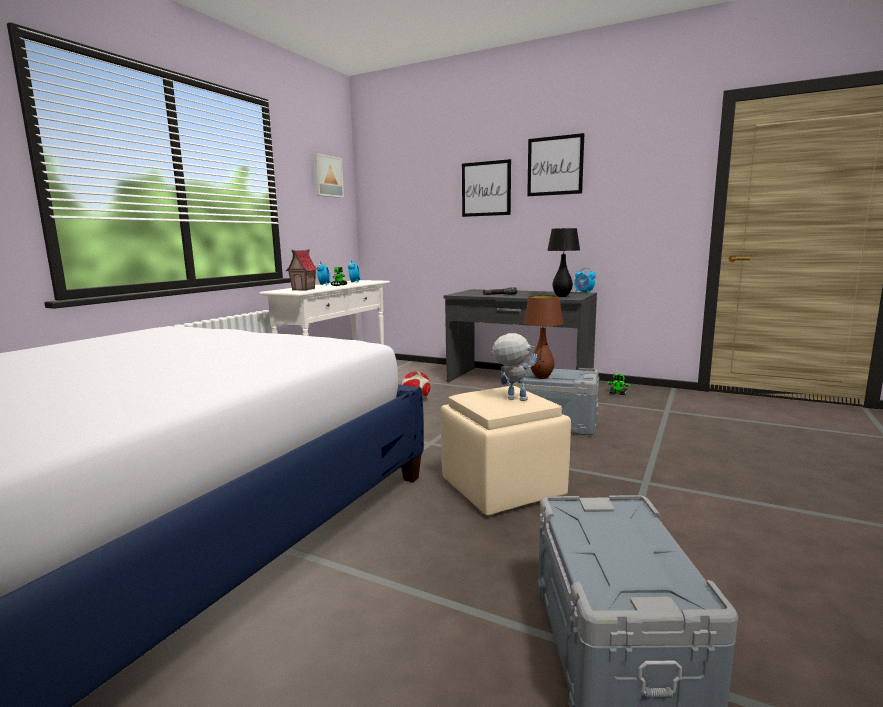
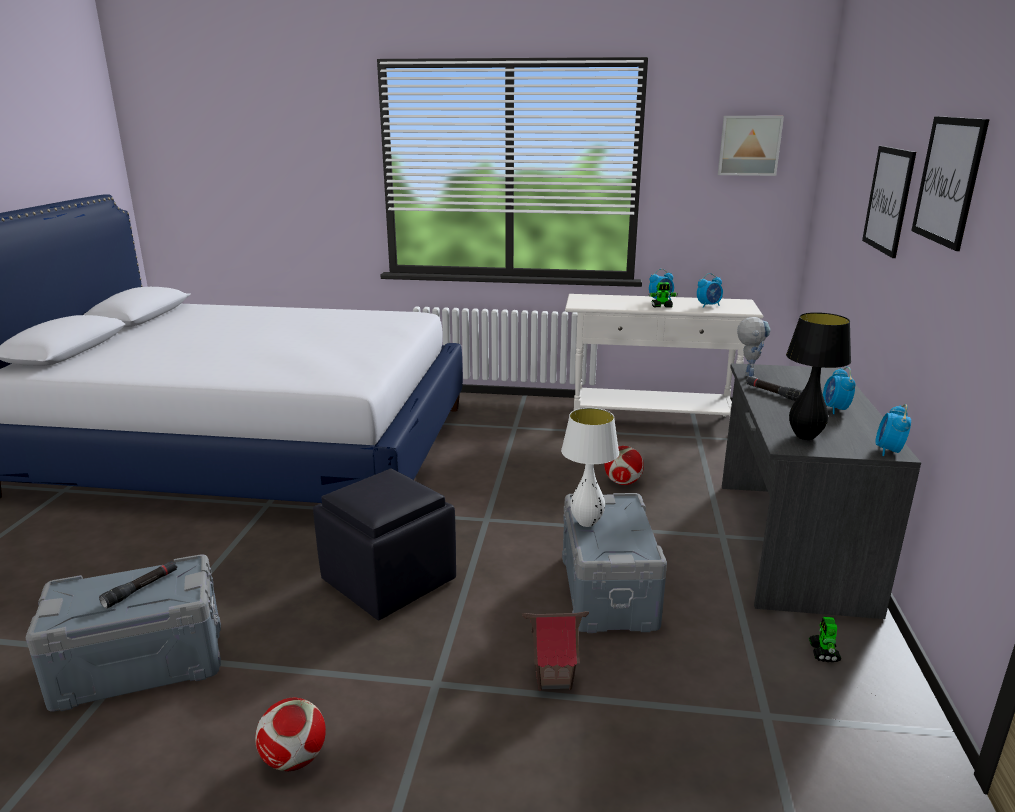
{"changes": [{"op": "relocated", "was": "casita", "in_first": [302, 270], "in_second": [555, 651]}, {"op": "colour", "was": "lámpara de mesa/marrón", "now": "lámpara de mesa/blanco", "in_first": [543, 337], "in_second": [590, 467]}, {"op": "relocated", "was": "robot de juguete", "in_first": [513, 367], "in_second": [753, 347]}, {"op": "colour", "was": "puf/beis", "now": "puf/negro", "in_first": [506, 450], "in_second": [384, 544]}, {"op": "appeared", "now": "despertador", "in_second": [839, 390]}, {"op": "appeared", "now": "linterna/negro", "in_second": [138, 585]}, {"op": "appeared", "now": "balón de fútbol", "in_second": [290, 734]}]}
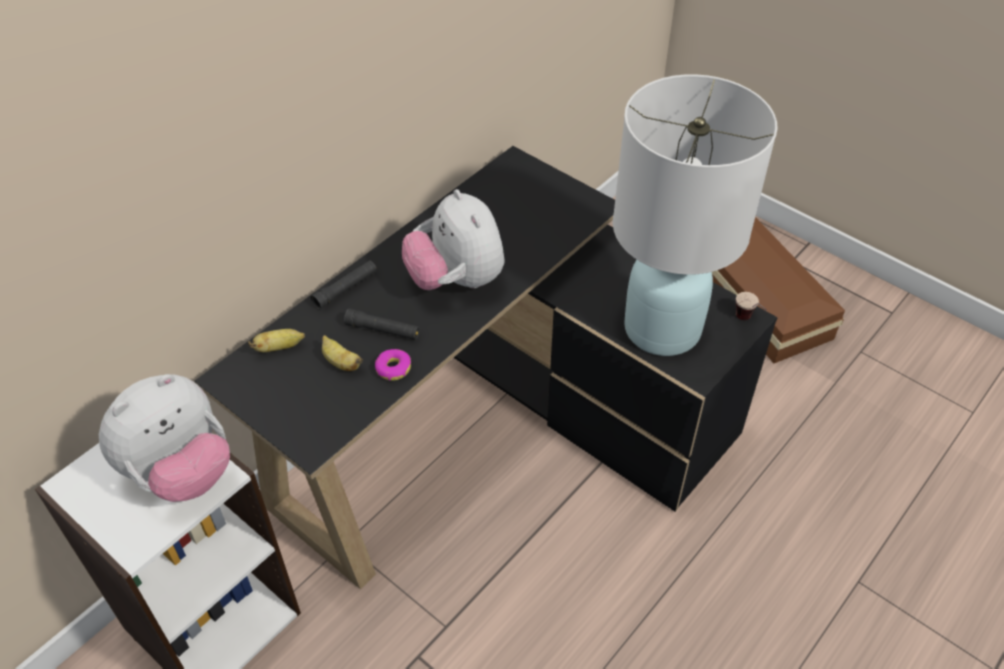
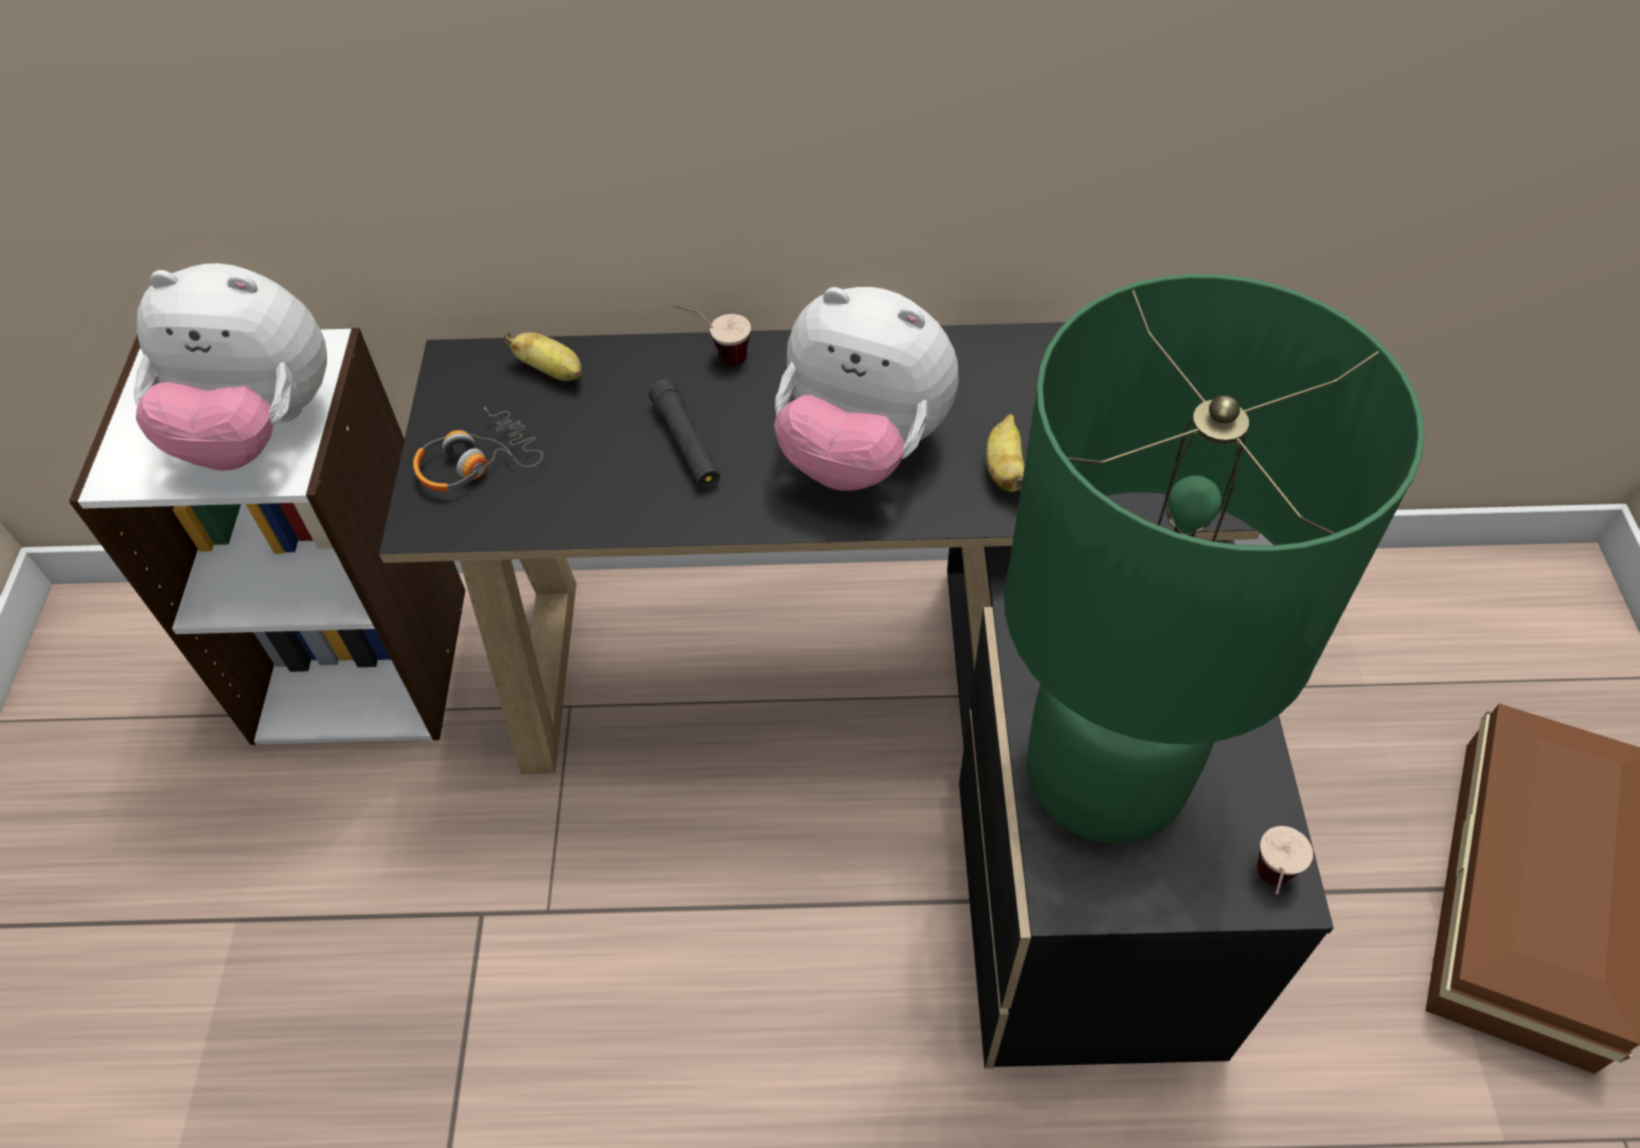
{"changes": [{"op": "colour", "was": "lámpara de mesa/blanco", "now": "lámpara de mesa/verde", "in_first": [695, 215], "in_second": [1214, 559]}, {"op": "spun", "was": "peluche", "in_first": [453, 239], "in_second": [866, 389], "clockwise": -90}, {"op": "exchanged", "was": "linterna/negro", "now": "taza", "in_first": [344, 285], "in_second": [712, 335]}, {"op": "relocated", "was": "plátano", "in_first": [342, 353], "in_second": [1005, 453]}, {"op": "missing", "was": "rosquilla", "in_first": [393, 365]}, {"op": "appeared", "now": "auriculares", "in_second": [478, 449]}]}
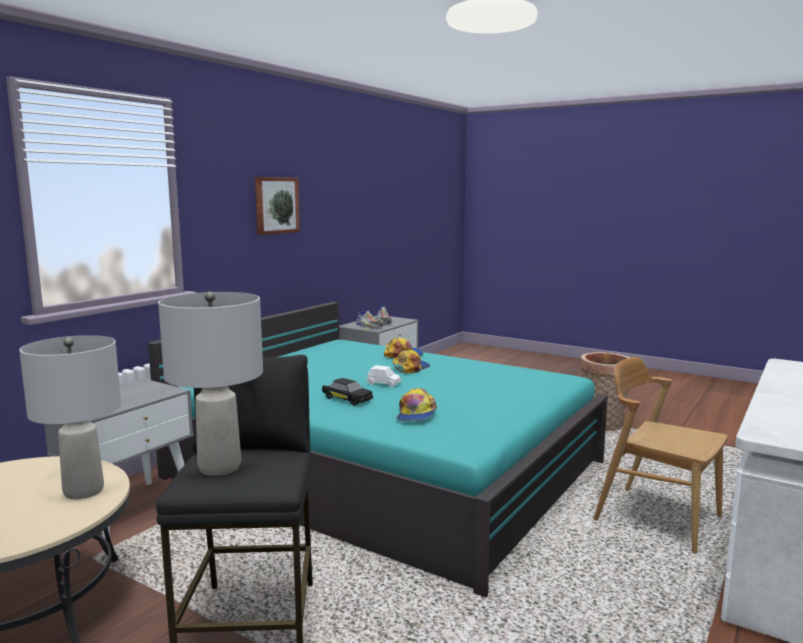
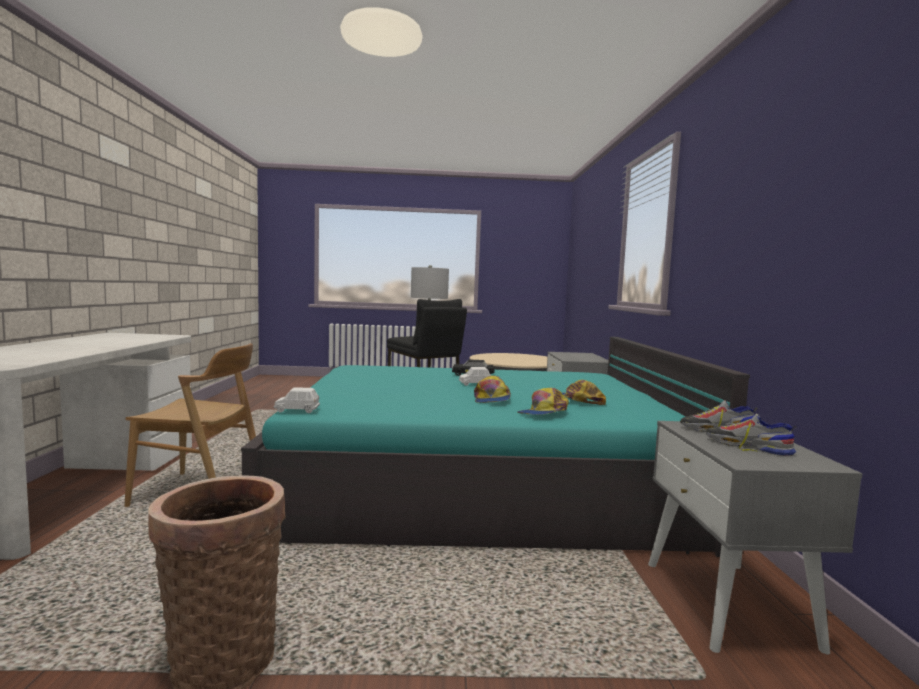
{"changes": [{"op": "missing", "was": "cuadro", "in_first": [277, 206]}, {"op": "missing", "was": "lámpara de mesa/gris", "in_first": [70, 417]}, {"op": "relocated", "was": "gorra", "in_first": [417, 404], "in_second": [583, 392]}, {"op": "appeared", "now": "coche de juguete/blanco", "in_second": [296, 400]}]}
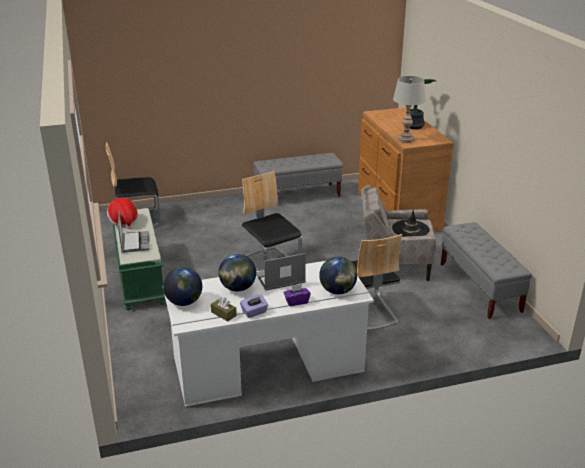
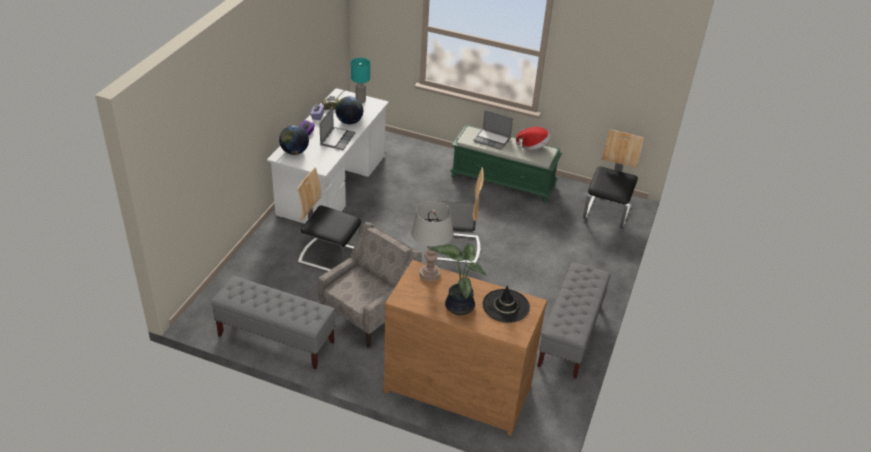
{"changes": [{"op": "relocated", "was": "sombrero/negro", "in_first": [410, 223], "in_second": [506, 304]}, {"op": "exchanged", "was": "globo terráqueo", "now": "lámpara de mesa/turquesa", "in_first": [182, 286], "in_second": [360, 80]}]}
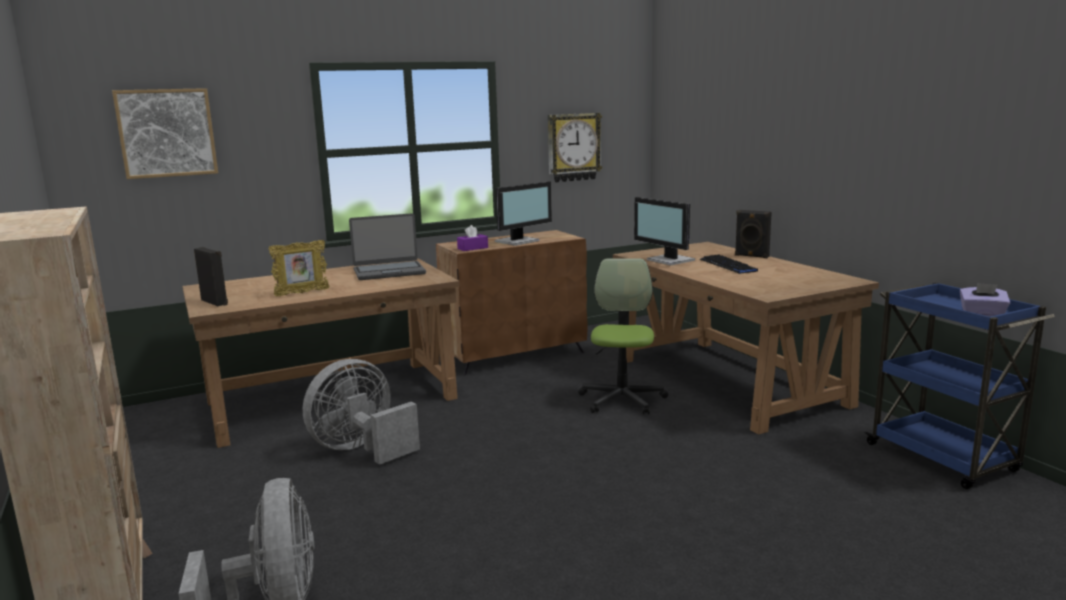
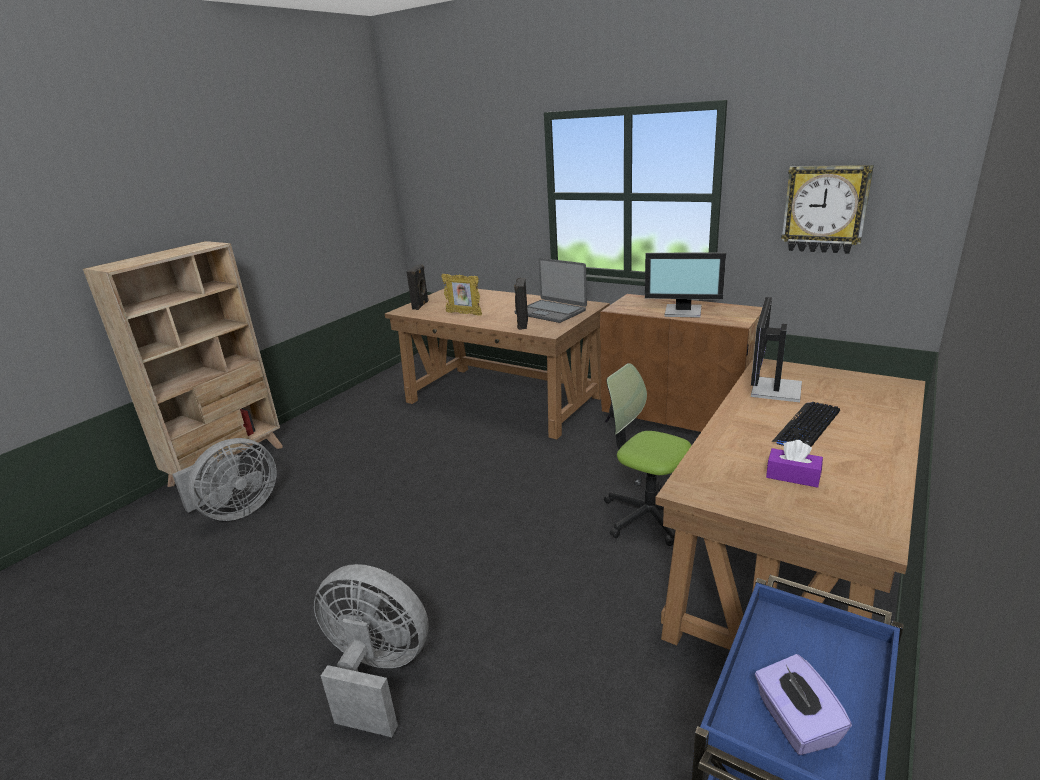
{"changes": [{"op": "missing", "was": "cuadro", "in_first": [165, 133]}, {"op": "relocated", "was": "altavoz/negro", "in_first": [753, 234], "in_second": [521, 304]}, {"op": "relocated", "was": "caja de pañuelos/morado", "in_first": [472, 238], "in_second": [794, 464]}, {"op": "spun", "was": "silla de oficina", "in_first": [623, 336], "in_second": [648, 454], "clockwise": -120}, {"op": "relocated", "was": "ventilador/gris", "in_first": [361, 412], "in_second": [371, 650]}]}
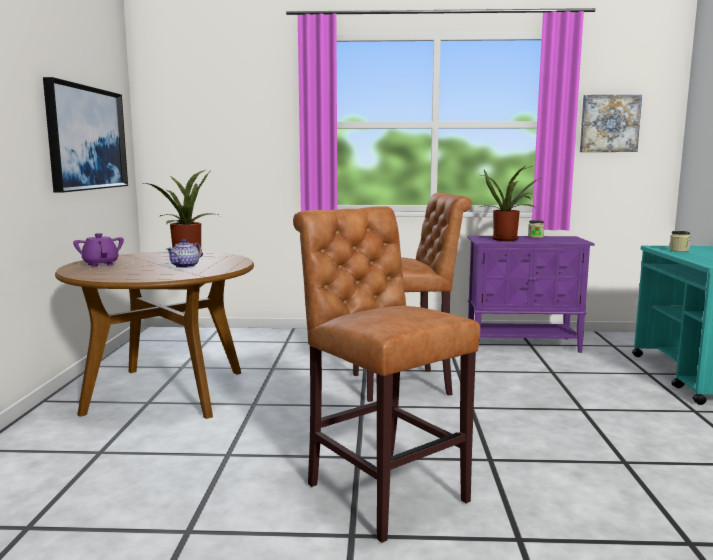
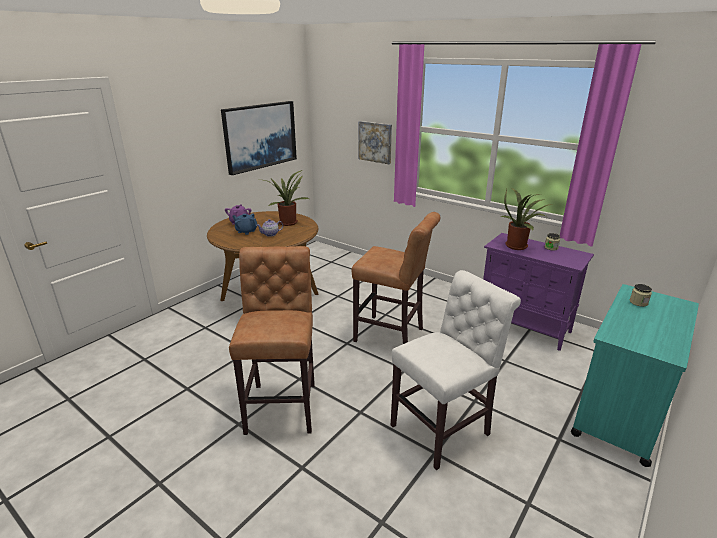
{"changes": [{"op": "relocated", "was": "cuadro", "in_first": [611, 123], "in_second": [375, 142]}, {"op": "appeared", "now": "tetera/azul", "in_second": [245, 224]}, {"op": "appeared", "now": "silla/blanco", "in_second": [456, 370]}]}
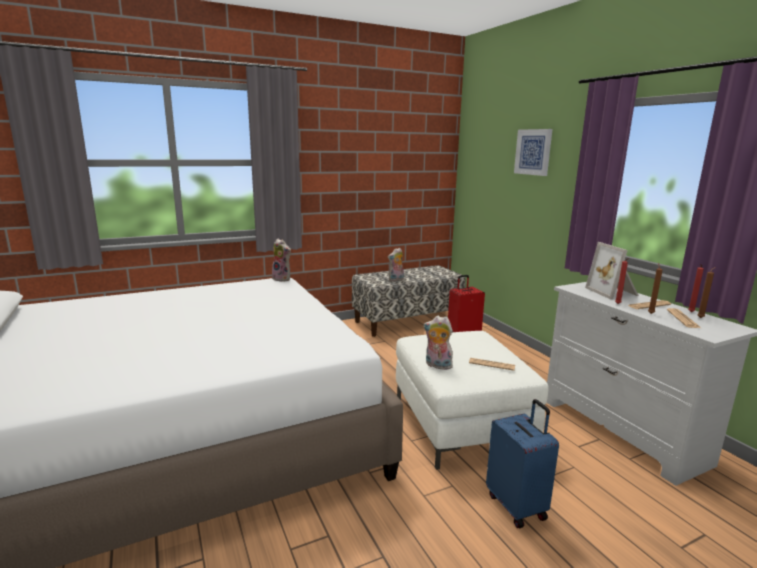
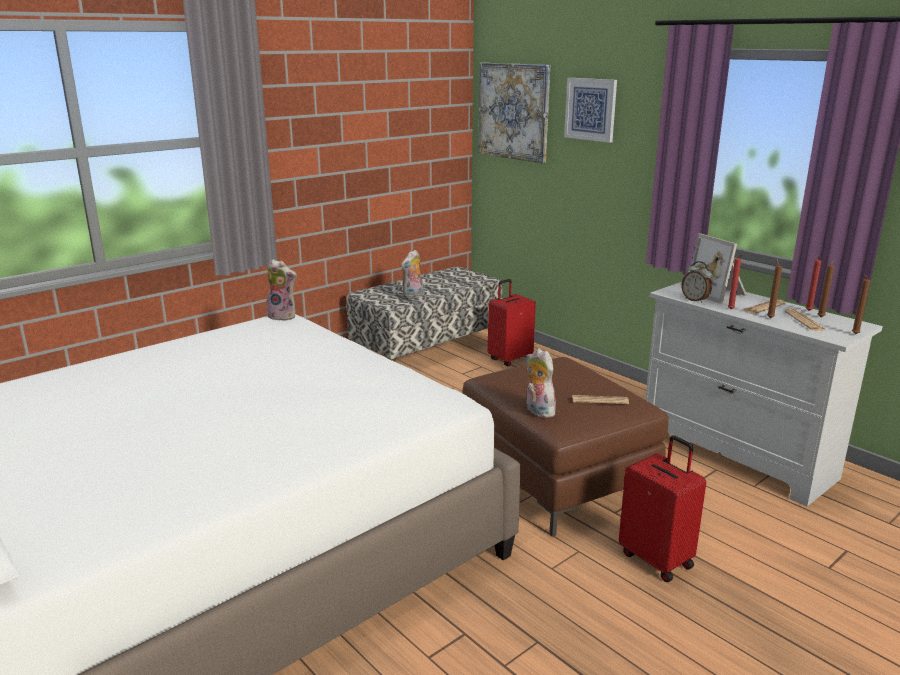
{"changes": [{"op": "spun", "was": "peluche", "in_first": [438, 343], "in_second": [541, 383], "clockwise": 45}, {"op": "colour", "was": "puf/blanco", "now": "puf/marrón", "in_first": [472, 400], "in_second": [566, 447]}, {"op": "colour", "was": "maleta/azul", "now": "maleta/rojo", "in_first": [522, 464], "in_second": [662, 508]}, {"op": "appeared", "now": "cuadro", "in_second": [514, 113]}, {"op": "appeared", "now": "despertador", "in_second": [696, 282]}, {"op": "appeared", "now": "vela/marrón", "in_second": [861, 304]}]}
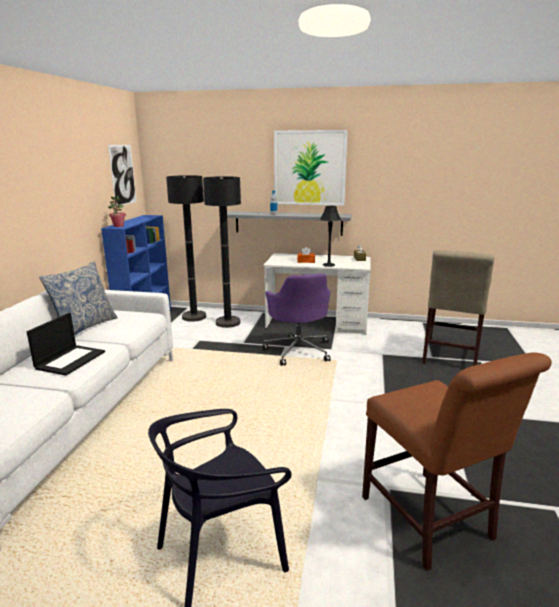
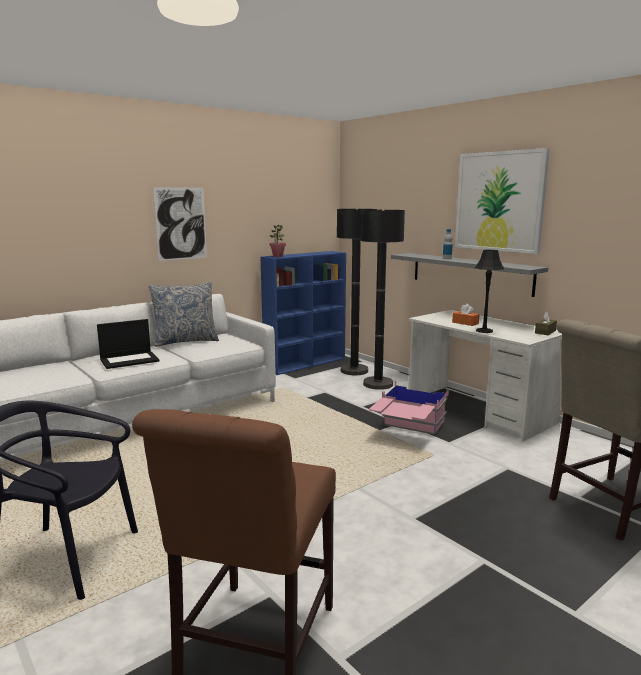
{"changes": [{"op": "relocated", "was": "cuadro", "in_first": [122, 176], "in_second": [180, 224]}, {"op": "exchanged", "was": "silla de oficina/morado", "now": "caja de almacenaje/rosa", "in_first": [296, 319], "in_second": [409, 408]}]}
